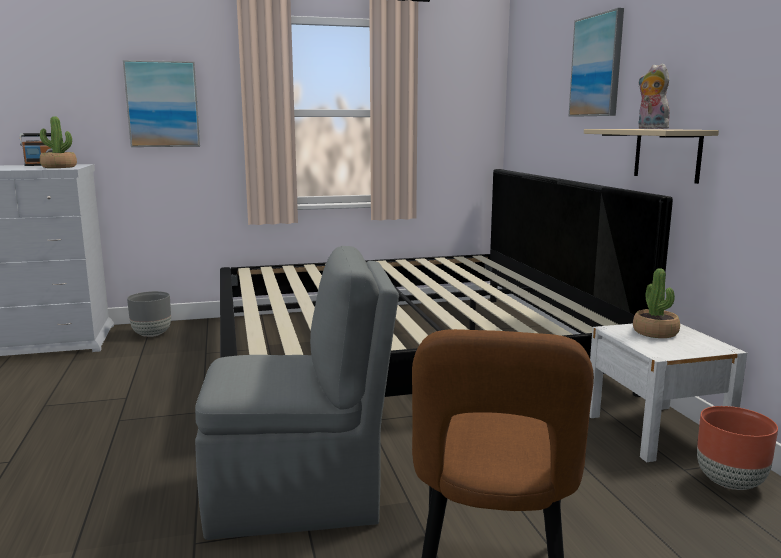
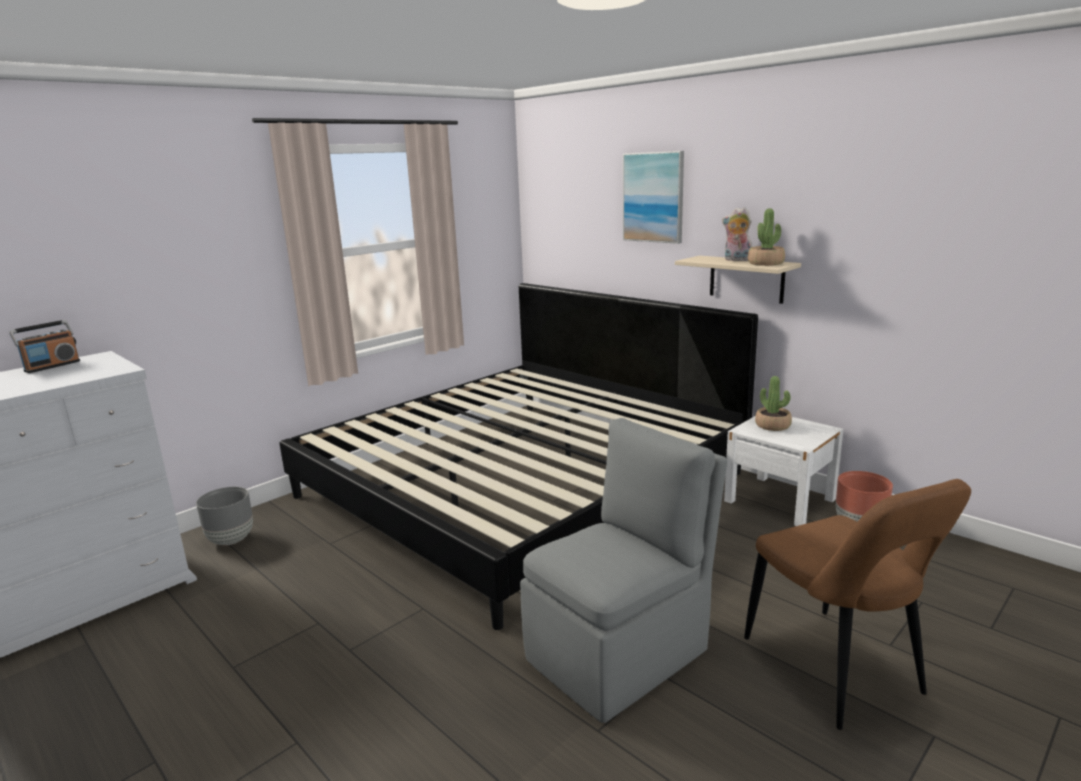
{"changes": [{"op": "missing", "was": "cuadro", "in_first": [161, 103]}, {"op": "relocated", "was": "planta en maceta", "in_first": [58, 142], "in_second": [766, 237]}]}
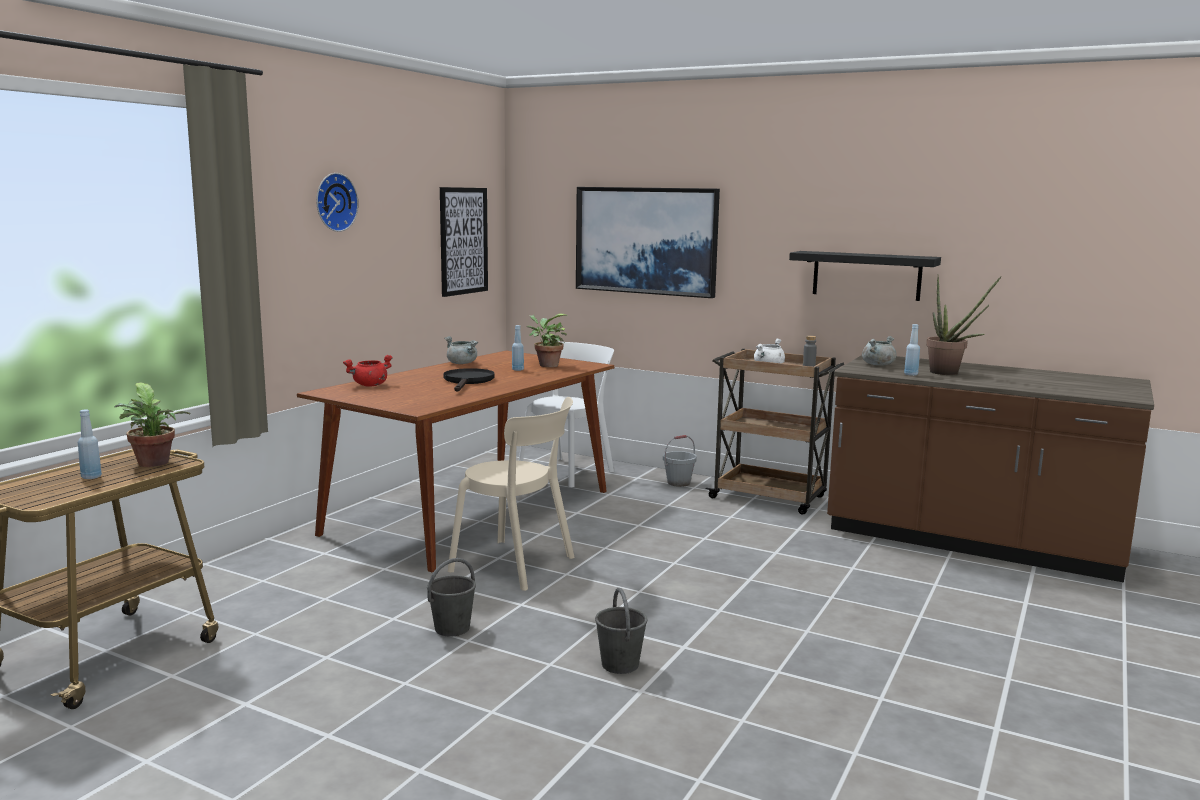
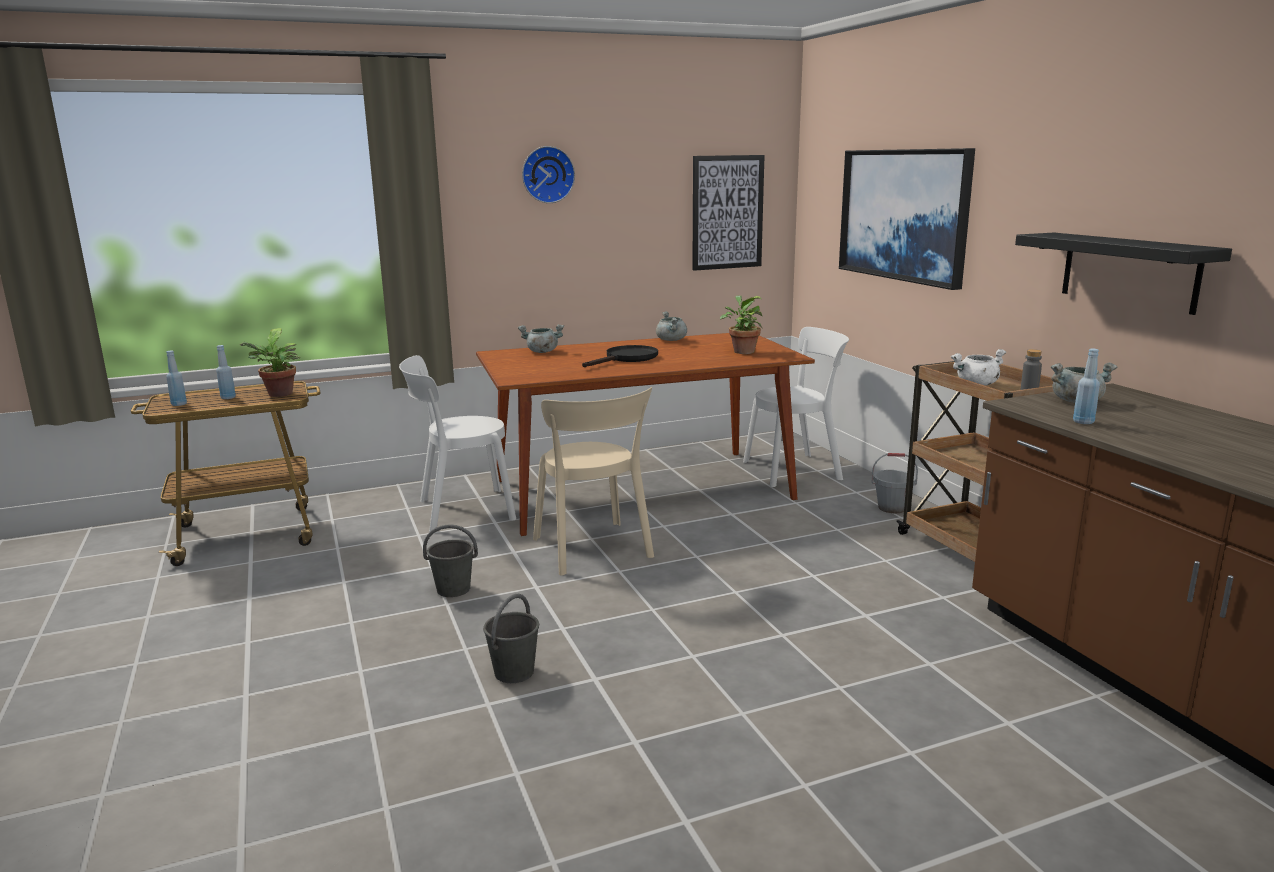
{"changes": [{"op": "missing", "was": "planta en maceta", "in_first": [964, 324]}, {"op": "relocated", "was": "botella/azul", "in_first": [518, 348], "in_second": [176, 378]}, {"op": "colour", "was": "olla/rojo", "now": "olla/gris", "in_first": [368, 371], "in_second": [541, 338]}, {"op": "appeared", "now": "silla/blanco", "in_second": [457, 443]}]}
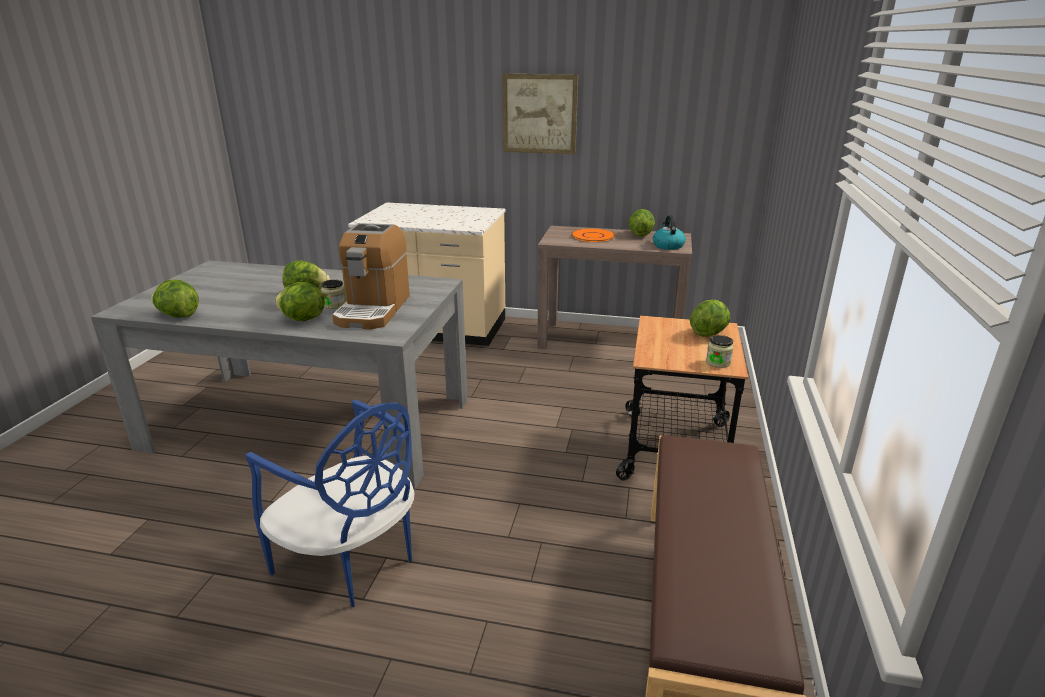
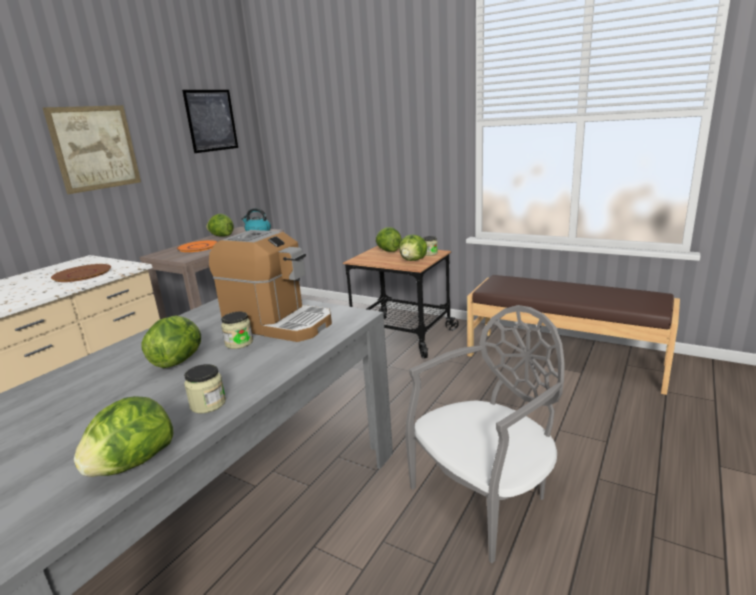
{"changes": [{"op": "relocated", "was": "lechuga", "in_first": [300, 301], "in_second": [413, 247]}, {"op": "colour", "was": "silla/azul", "now": "silla/gris", "in_first": [330, 503], "in_second": [485, 434]}, {"op": "appeared", "now": "cuadro", "in_second": [210, 121]}, {"op": "appeared", "now": "plato/marrón", "in_second": [81, 273]}, {"op": "appeared", "now": "tarro", "in_second": [205, 389]}]}
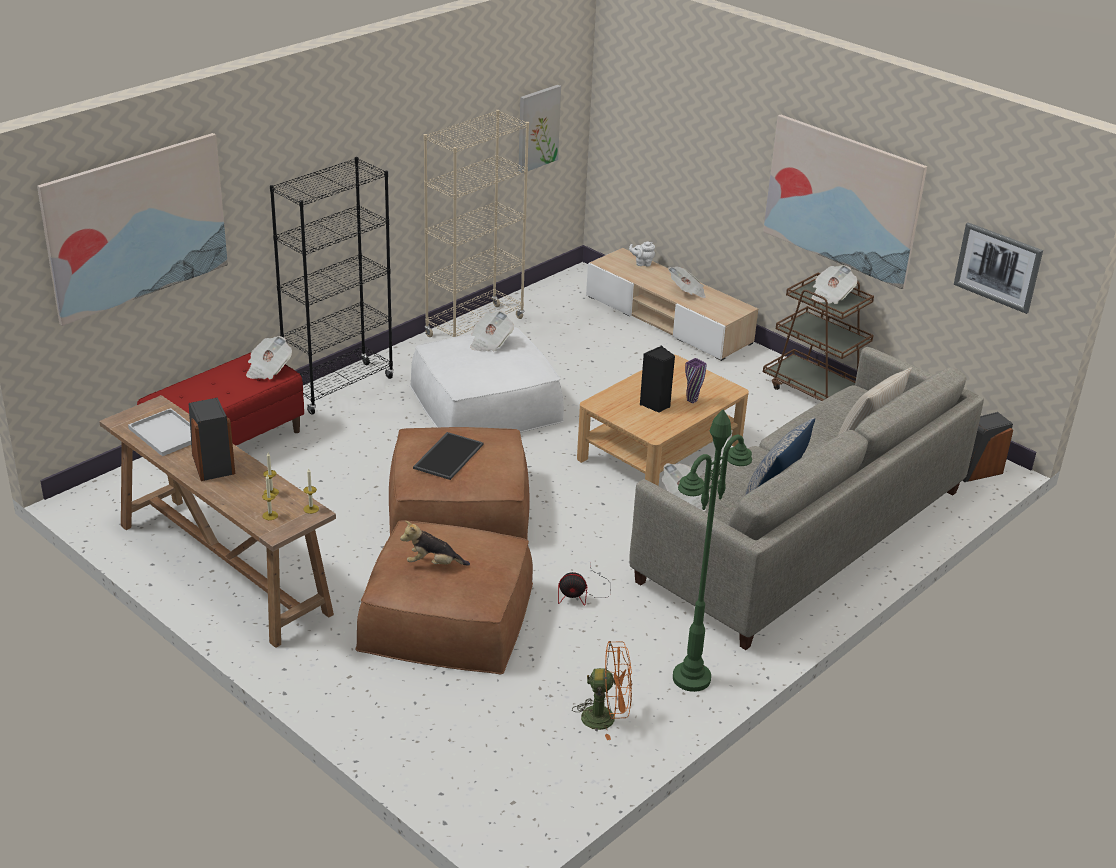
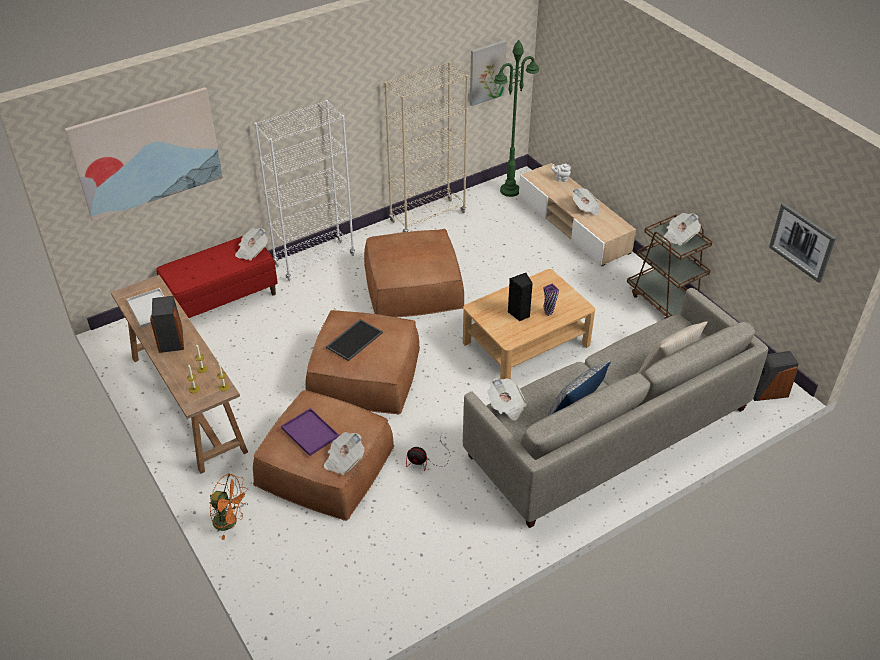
{"changes": [{"op": "missing", "was": "cuadro", "in_first": [845, 201]}, {"op": "colour", "was": "estantería/negro", "now": "estantería/blanco", "in_first": [332, 286], "in_second": [304, 190]}, {"op": "relocated", "was": "periódico", "in_first": [492, 331], "in_second": [344, 453]}, {"op": "colour", "was": "puf/blanco", "now": "puf/marrón", "in_first": [487, 380], "in_second": [414, 273]}, {"op": "relocated", "was": "lámpara de pie/verde", "in_first": [712, 550], "in_second": [516, 118]}, {"op": "exchanged", "was": "peluche", "now": "bandeja/morado", "in_first": [435, 543], "in_second": [310, 432]}, {"op": "relocated", "was": "ventilador/naranja", "in_first": [602, 690], "in_second": [228, 506]}]}
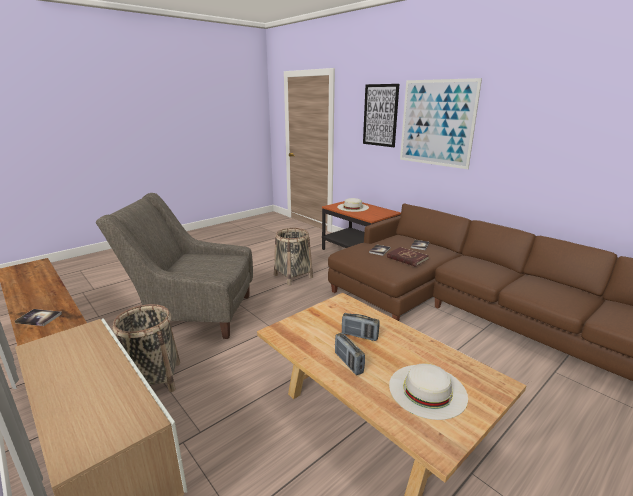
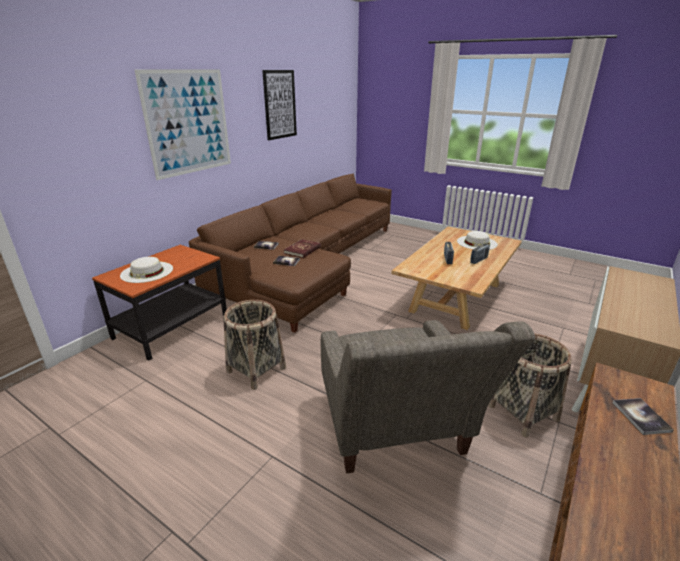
{"changes": [{"op": "relocated", "was": "cuadro", "in_first": [381, 115], "in_second": [279, 105]}]}
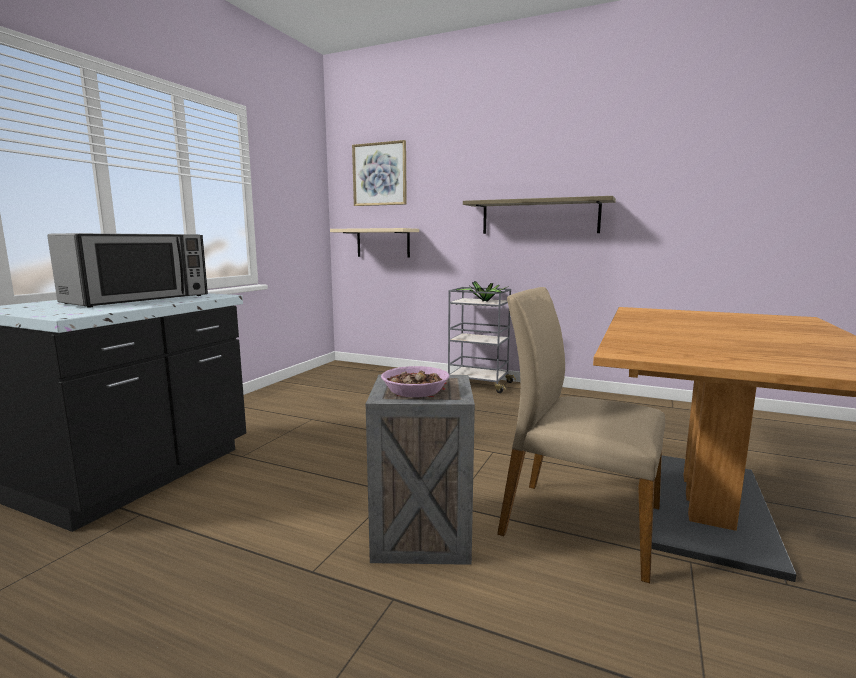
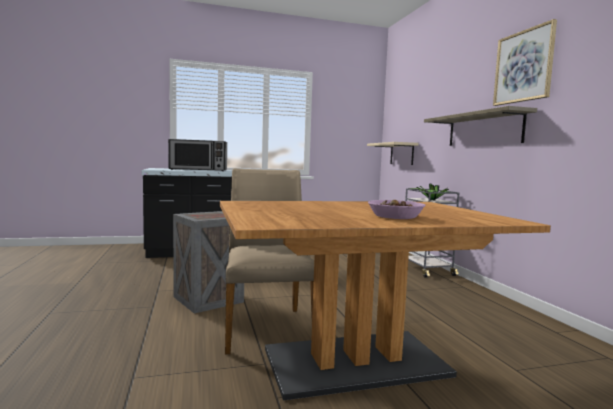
{"changes": [{"op": "relocated", "was": "cuadro", "in_first": [379, 173], "in_second": [525, 62]}, {"op": "relocated", "was": "cuenco", "in_first": [415, 381], "in_second": [396, 209]}]}
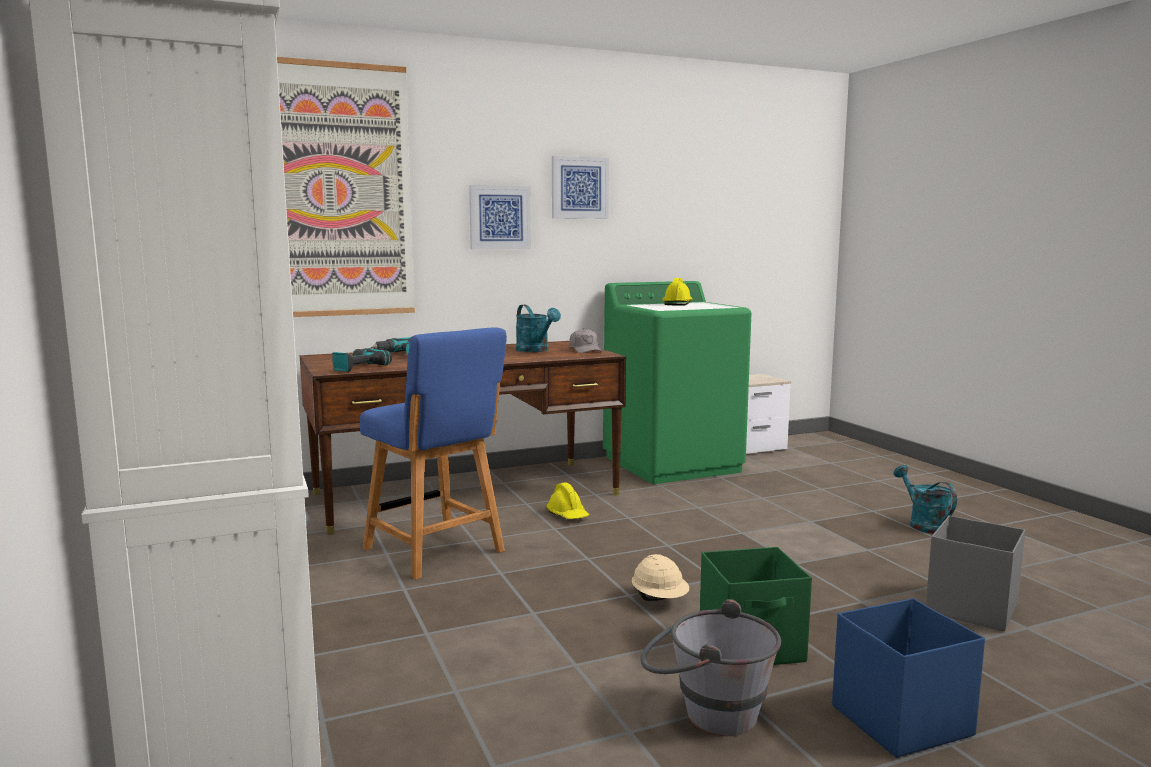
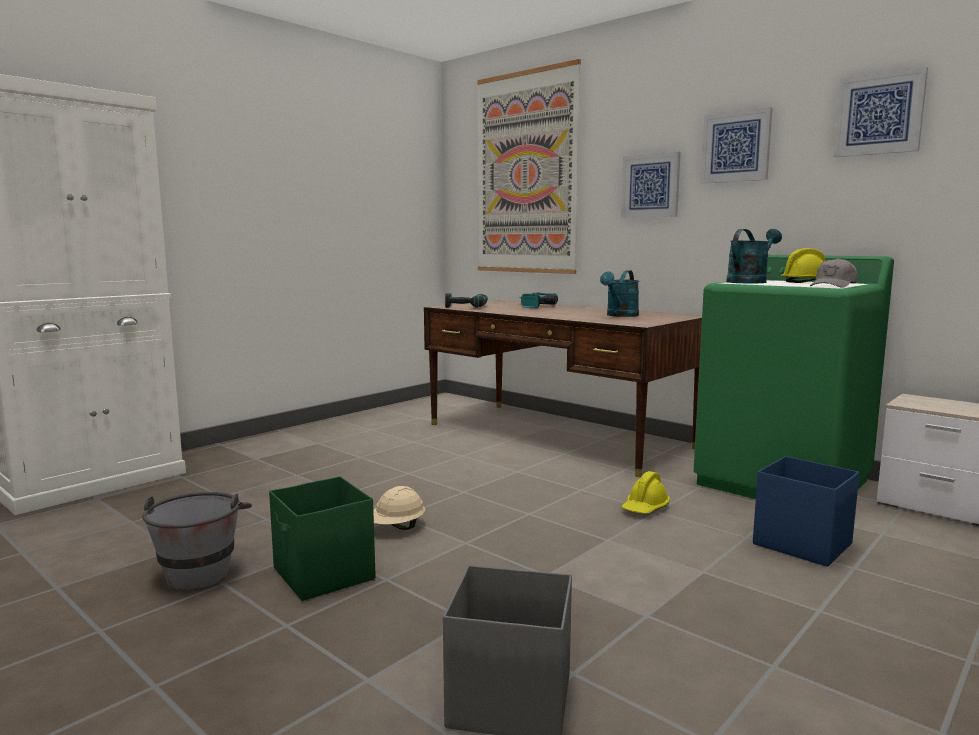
{"changes": [{"op": "missing", "was": "silla/azul", "in_first": [433, 453]}, {"op": "relocated", "was": "gorra/gris", "in_first": [586, 340], "in_second": [833, 272]}, {"op": "relocated", "was": "regadera/turquesa", "in_first": [925, 499], "in_second": [754, 256]}, {"op": "relocated", "was": "casco/amarillo", "in_first": [567, 501], "in_second": [645, 492]}, {"op": "relocated", "was": "caja de almacenaje/azul", "in_first": [908, 678], "in_second": [806, 511]}, {"op": "appeared", "now": "cuadro", "in_second": [880, 112]}]}
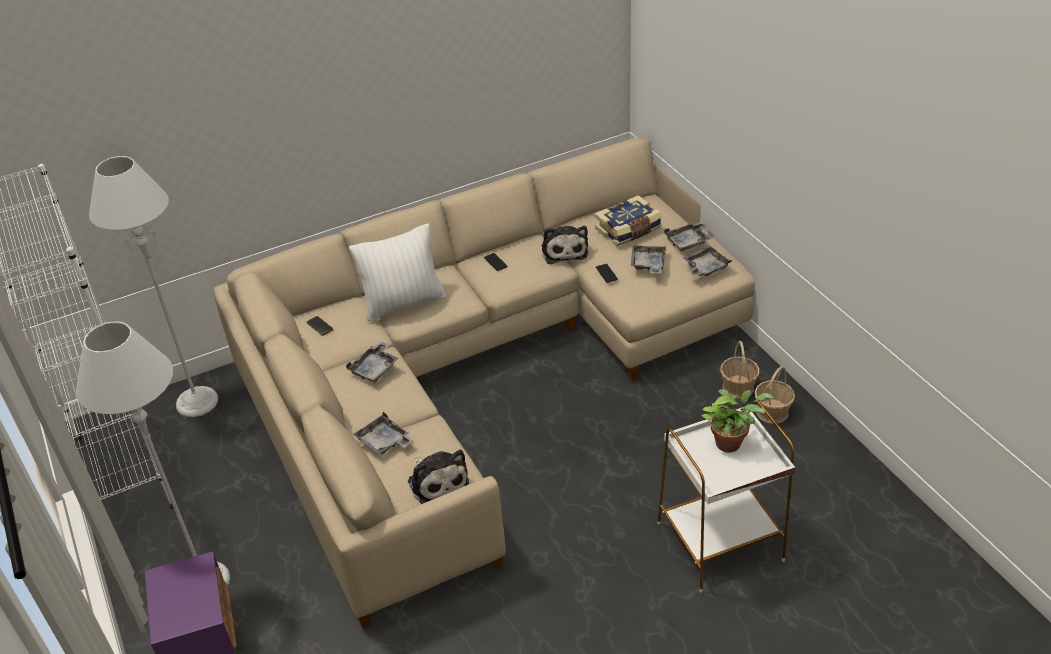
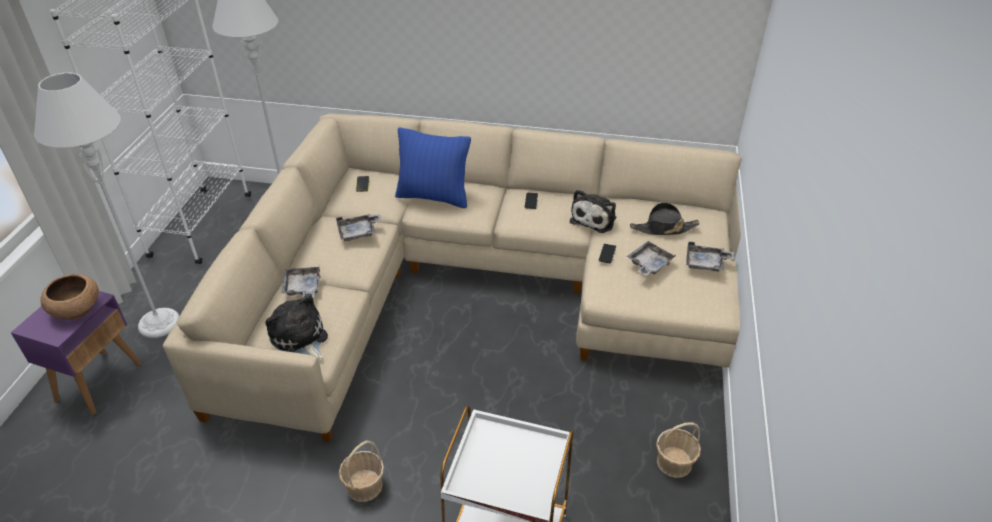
{"changes": [{"op": "exchanged", "was": "libro", "now": "sombrero/negro", "in_first": [628, 221], "in_second": [665, 218]}, {"op": "colour", "was": "cojín/blanco", "now": "cojín/azul", "in_first": [397, 272], "in_second": [433, 167]}, {"op": "missing", "was": "bandeja/gris", "in_first": [708, 261]}, {"op": "relocated", "was": "cesta", "in_first": [740, 370], "in_second": [361, 471]}, {"op": "missing", "was": "planta en maceta", "in_first": [737, 421]}, {"op": "spun", "was": "peluche", "in_first": [438, 477], "in_second": [296, 327], "clockwise": 135}, {"op": "appeared", "now": "cuenco/marrón", "in_second": [69, 297]}]}
